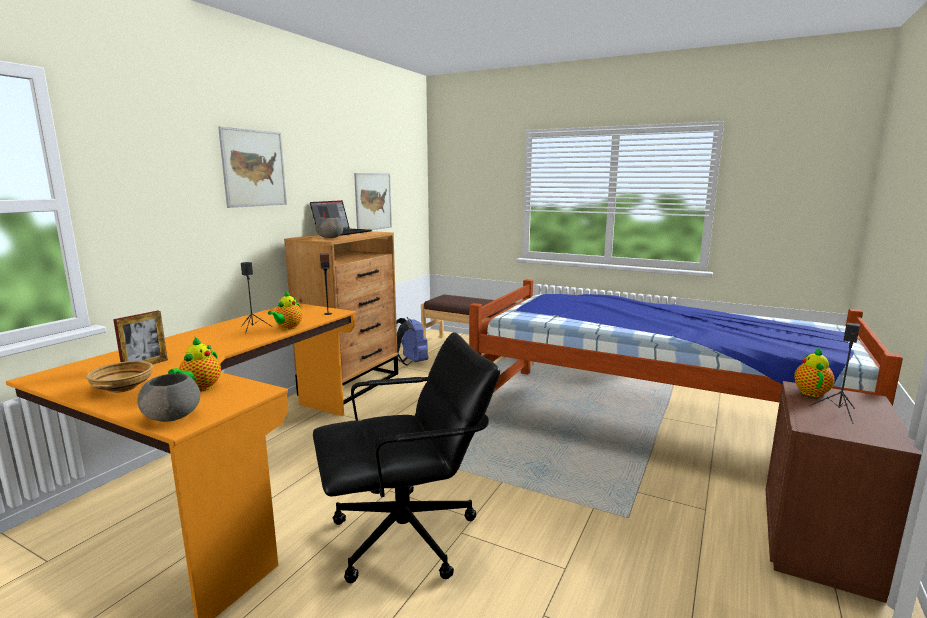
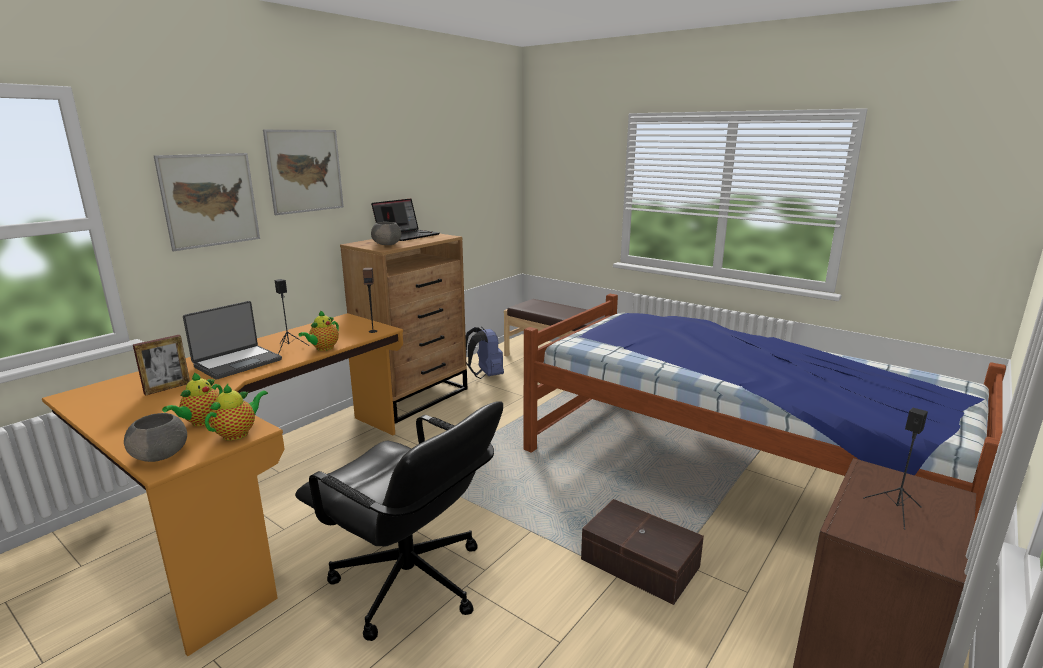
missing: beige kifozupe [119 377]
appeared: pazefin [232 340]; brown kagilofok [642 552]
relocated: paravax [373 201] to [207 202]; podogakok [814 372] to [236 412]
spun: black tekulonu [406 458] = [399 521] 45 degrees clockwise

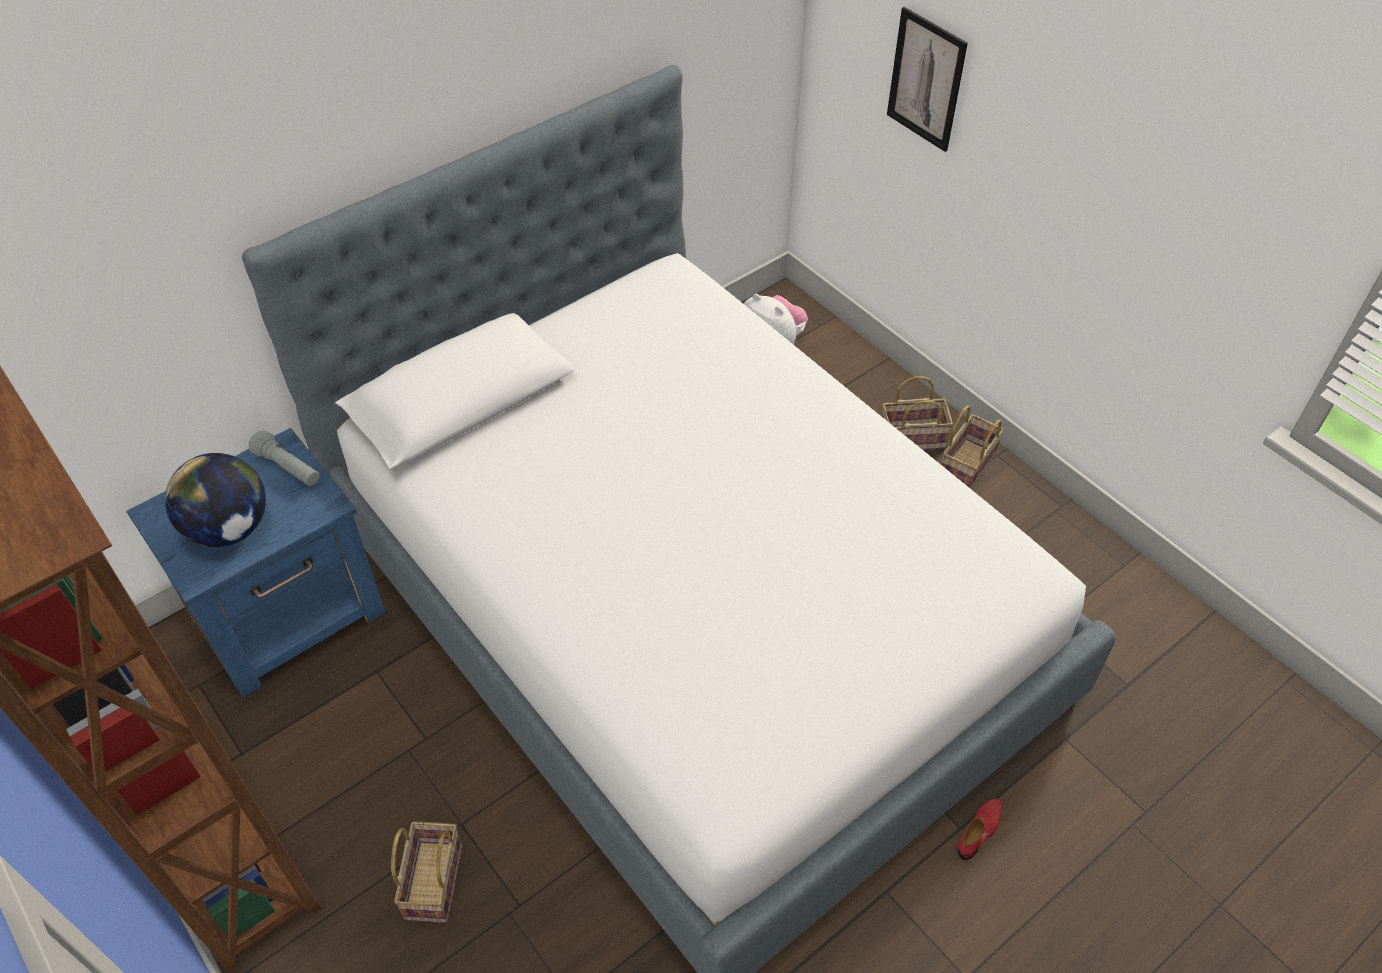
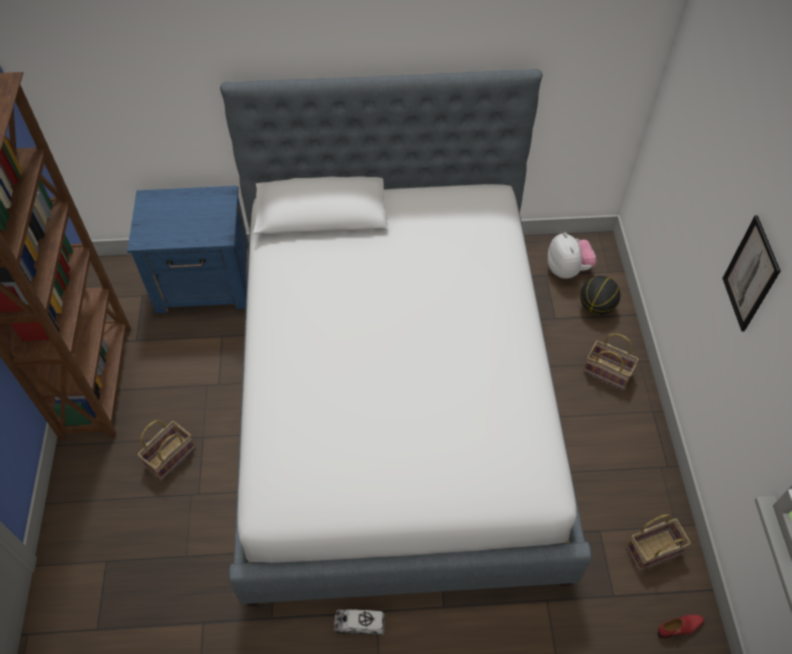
missing: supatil [215 500]; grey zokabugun [283 458]
appeared: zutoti [359 622]; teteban [600 295]
relocated: paravax [927 79] to [751 273]; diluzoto [972 447] to [658 542]; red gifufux [980 829] to [681 626]

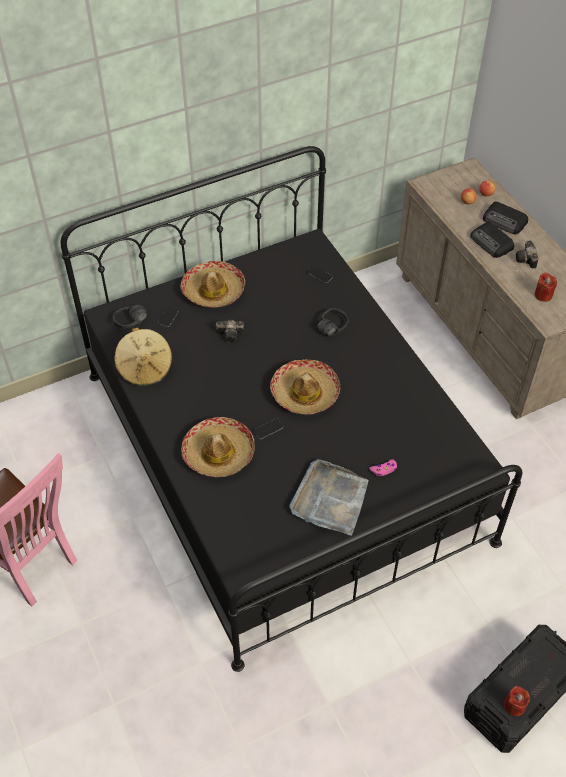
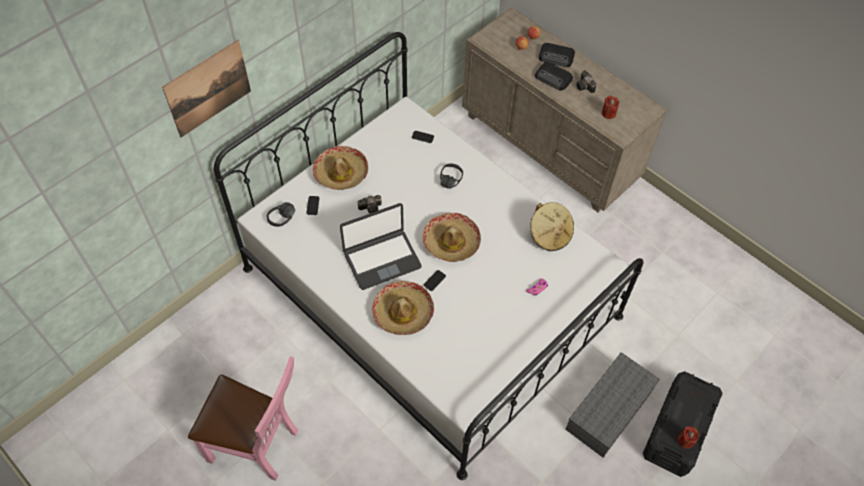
missing: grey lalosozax [329 497]
appeared: paravax [206 88]; pazefin [380 246]; grey kagilofok [612 404]
relocated: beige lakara [143 356] to [552 226]
colour: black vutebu [292 409] to white vutebu [428 256]

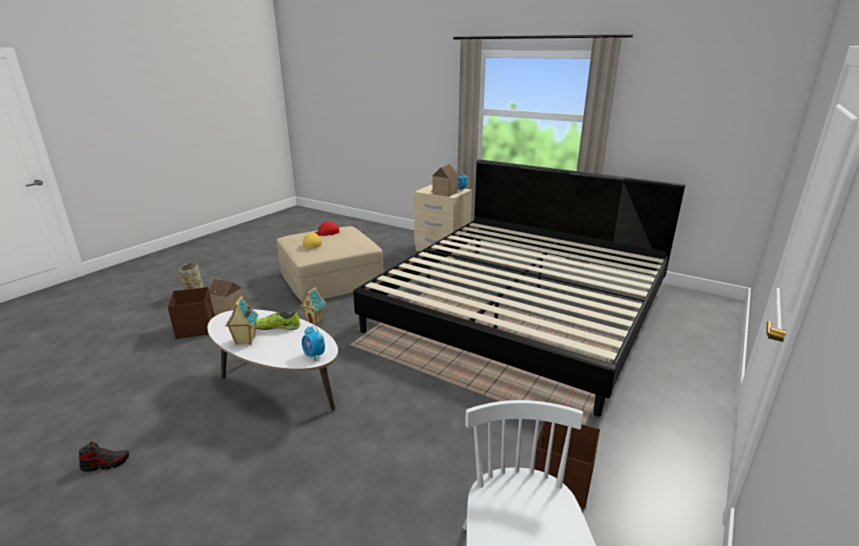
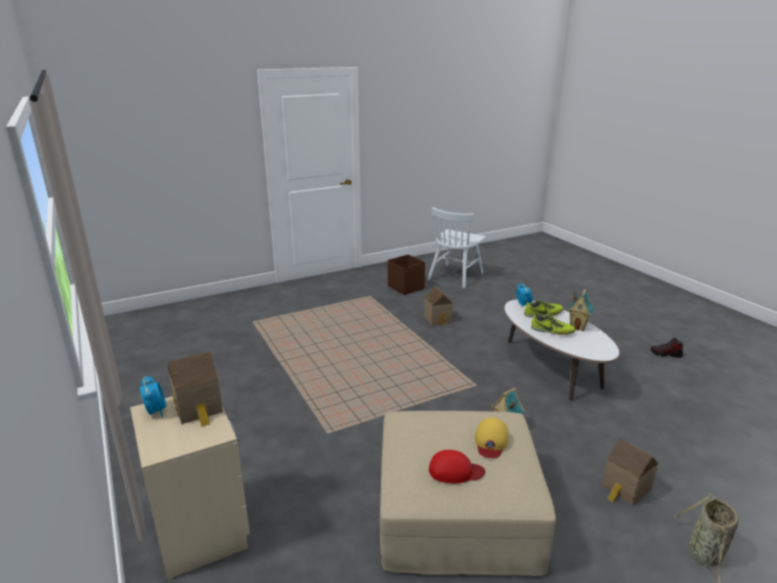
missing: brown kagilofok [190 313]; vutebu [519 288]
appeared: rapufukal [439 306]; gifufux [543 308]

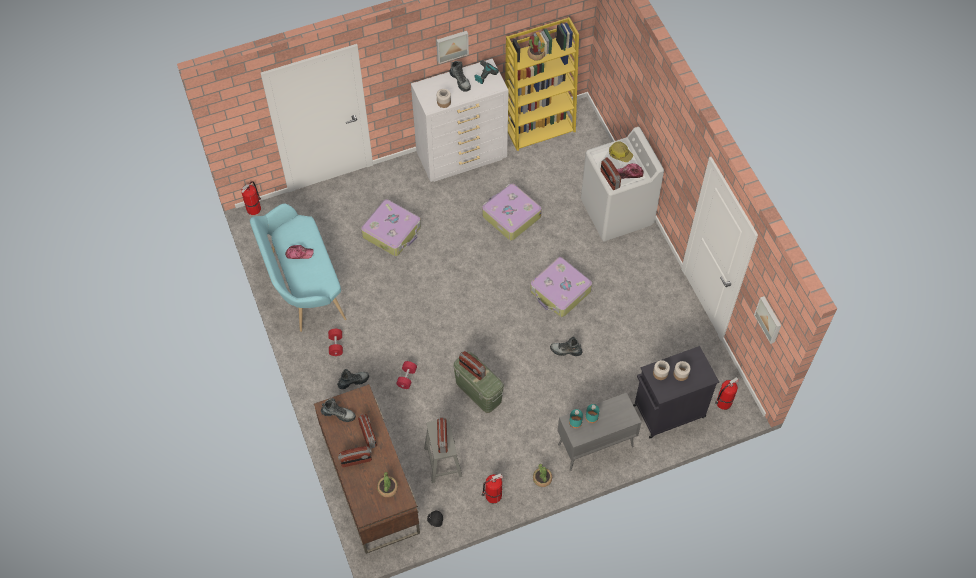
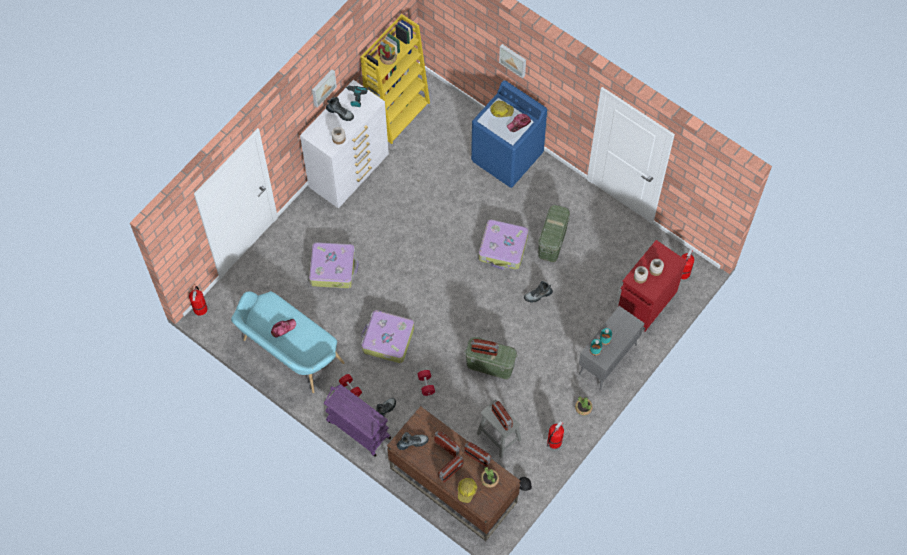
appeared: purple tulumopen [357 420]; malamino [467 490]; green kagilofok [554 233]
relocated: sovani [512 211] to [387 336]; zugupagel [610 173] to [477 454]; paravax [767 320] to [512 61]
colour: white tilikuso [622 184] to blue tilikuso [509 134]; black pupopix [676 392] to red pupopix [652 286]

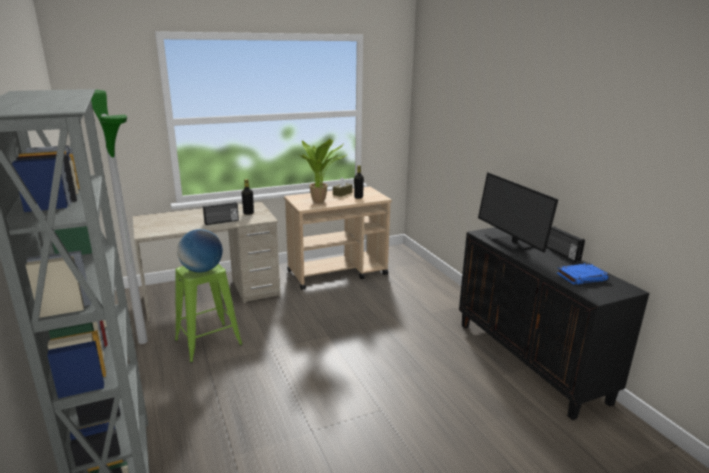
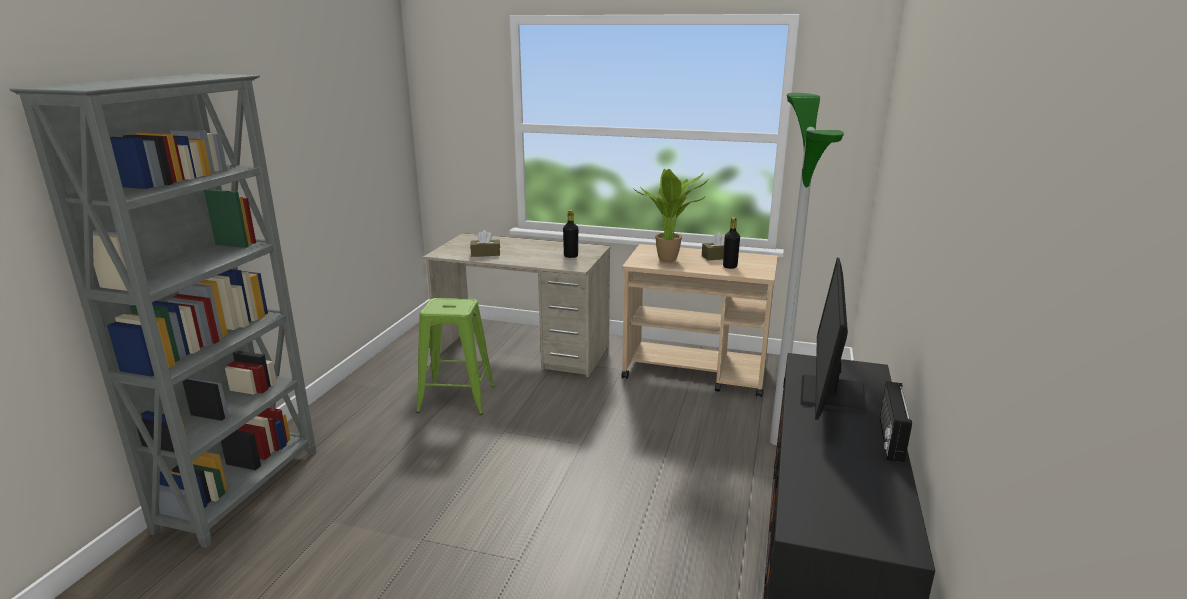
missing: supatil [200 251]; zugupagel [221 213]; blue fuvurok [583 274]
appeared: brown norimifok [485 243]
relocated: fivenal [119 217] to [807 269]

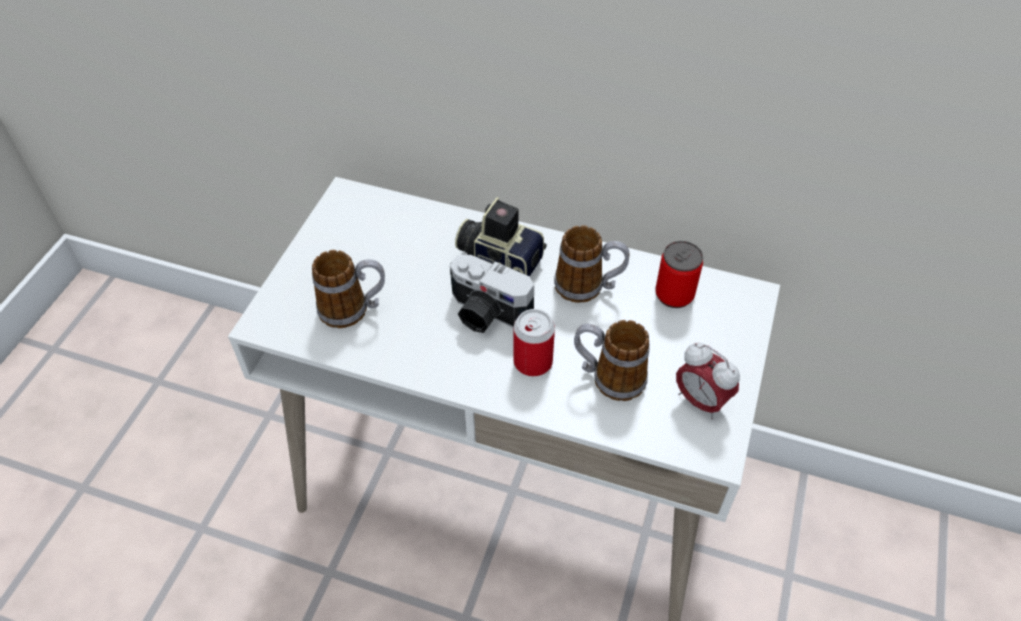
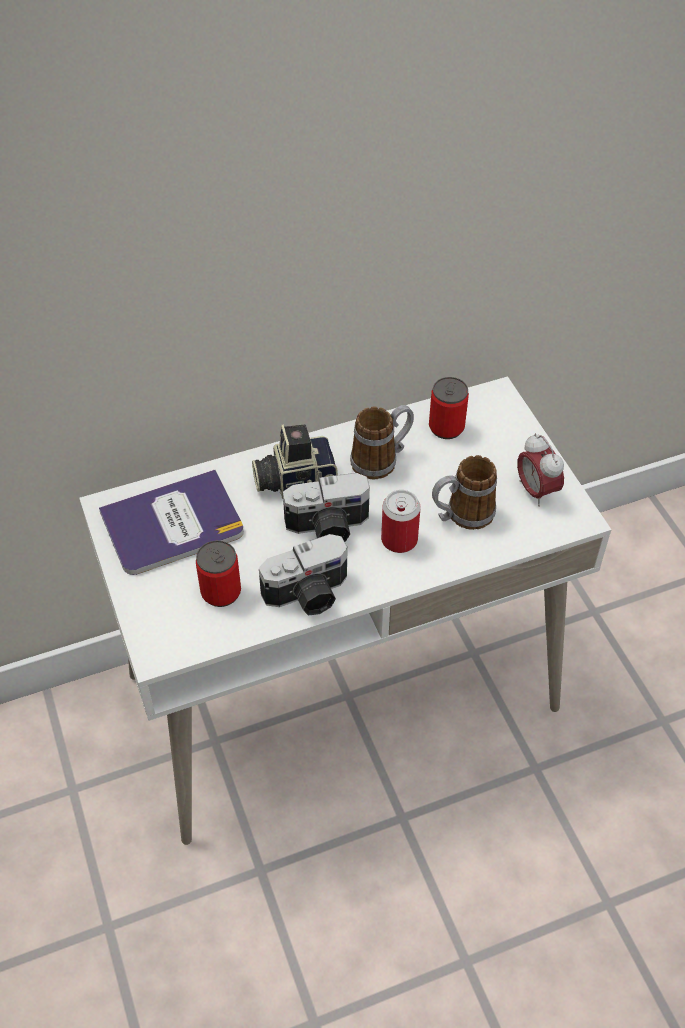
appeared: fuvurok [171 522]; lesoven [303 574]
exchanged: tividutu [348 289] to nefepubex [218 573]
spun: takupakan [708 381] = [540 470] 60 degrees clockwise

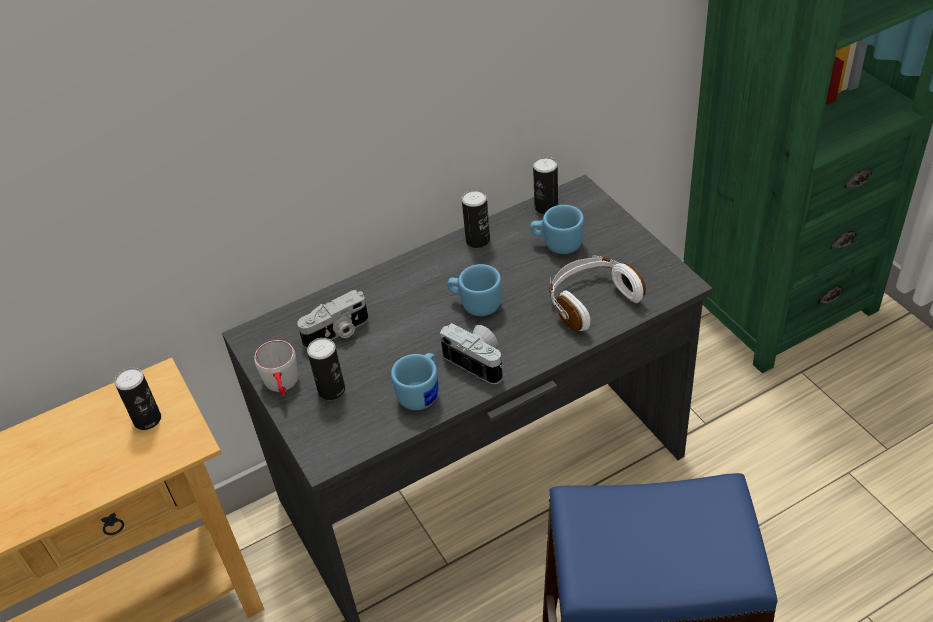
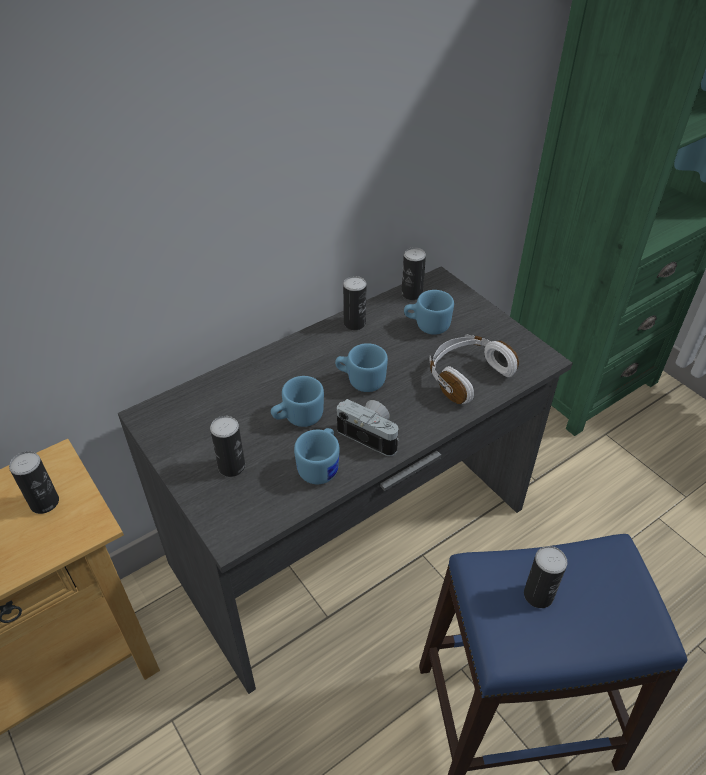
missing: grey tividutu [276 368]; lesoven [332 319]
appeared: blue tividutu [297 401]; nefepubex [546 577]

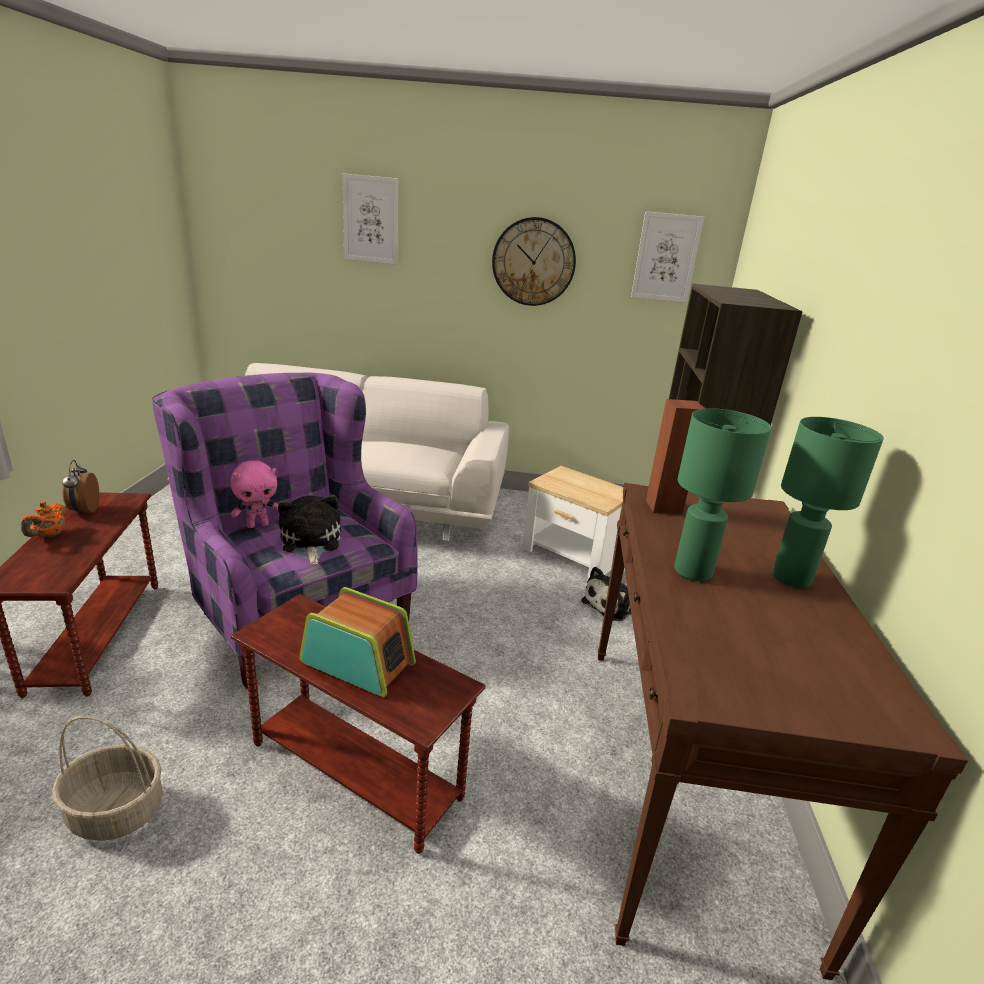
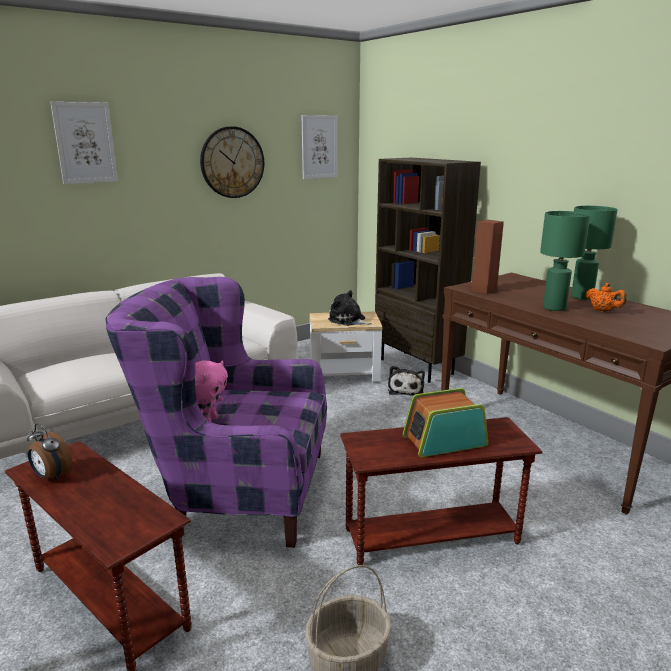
relocated: orange podogakok [43 520] to [606 297]; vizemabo [309 530] to [350 308]

